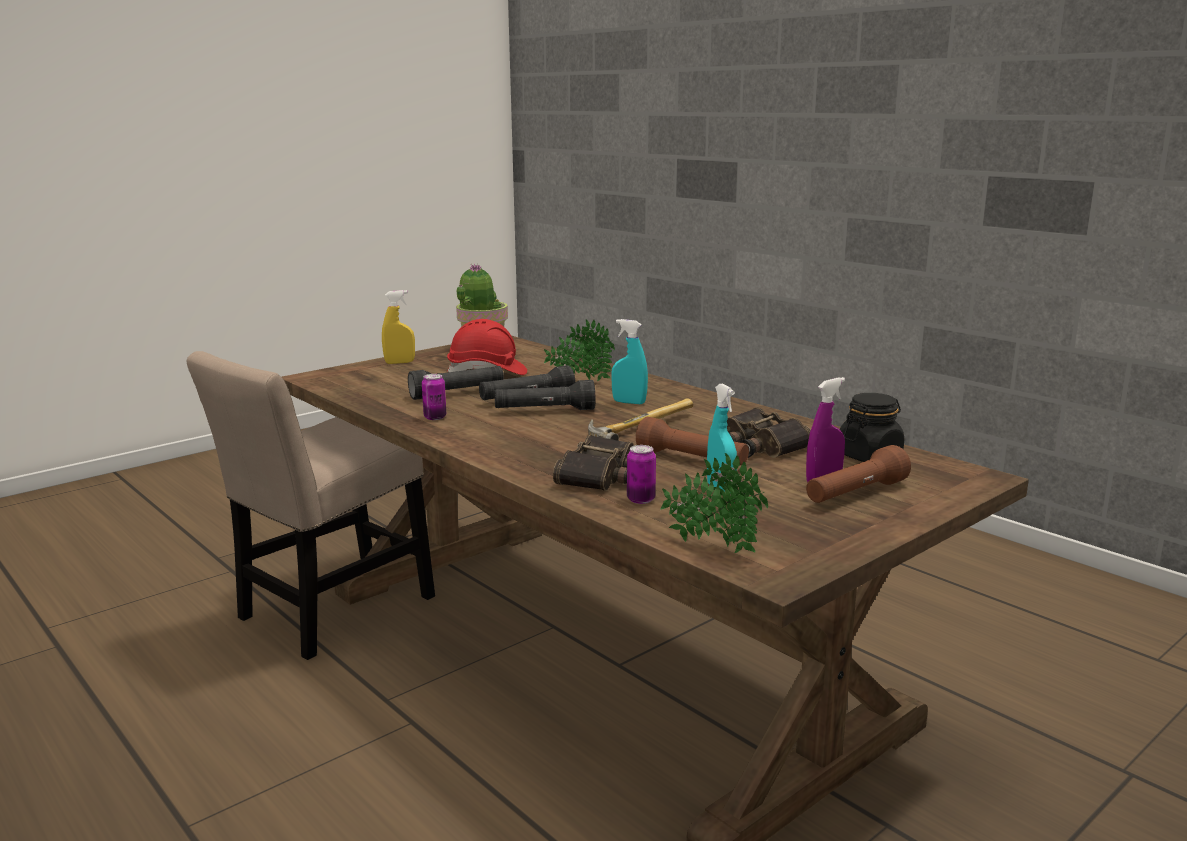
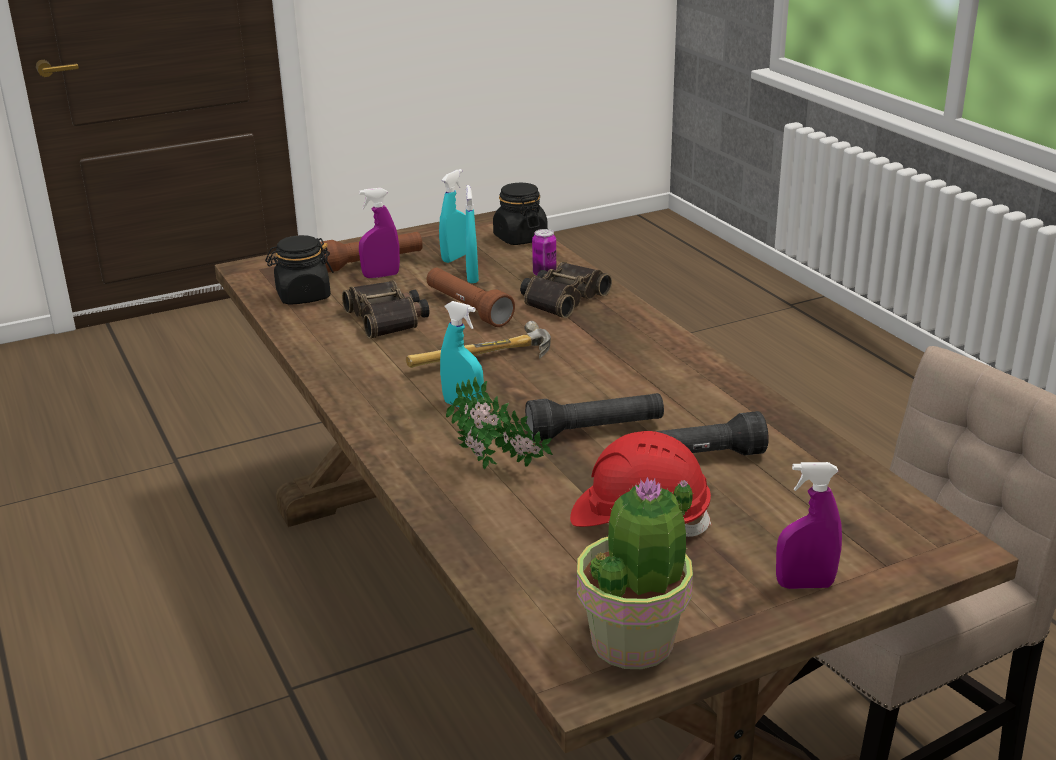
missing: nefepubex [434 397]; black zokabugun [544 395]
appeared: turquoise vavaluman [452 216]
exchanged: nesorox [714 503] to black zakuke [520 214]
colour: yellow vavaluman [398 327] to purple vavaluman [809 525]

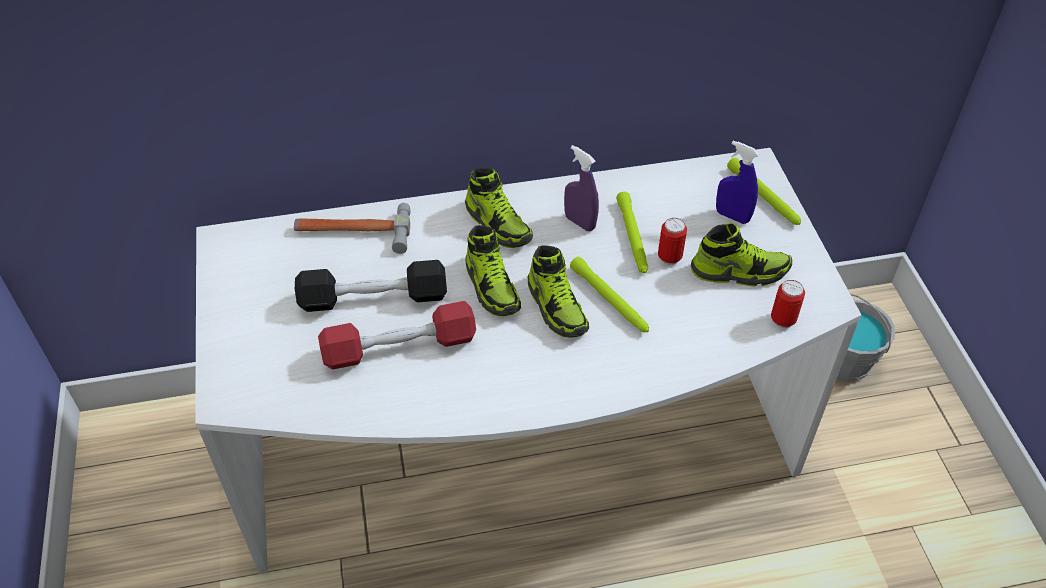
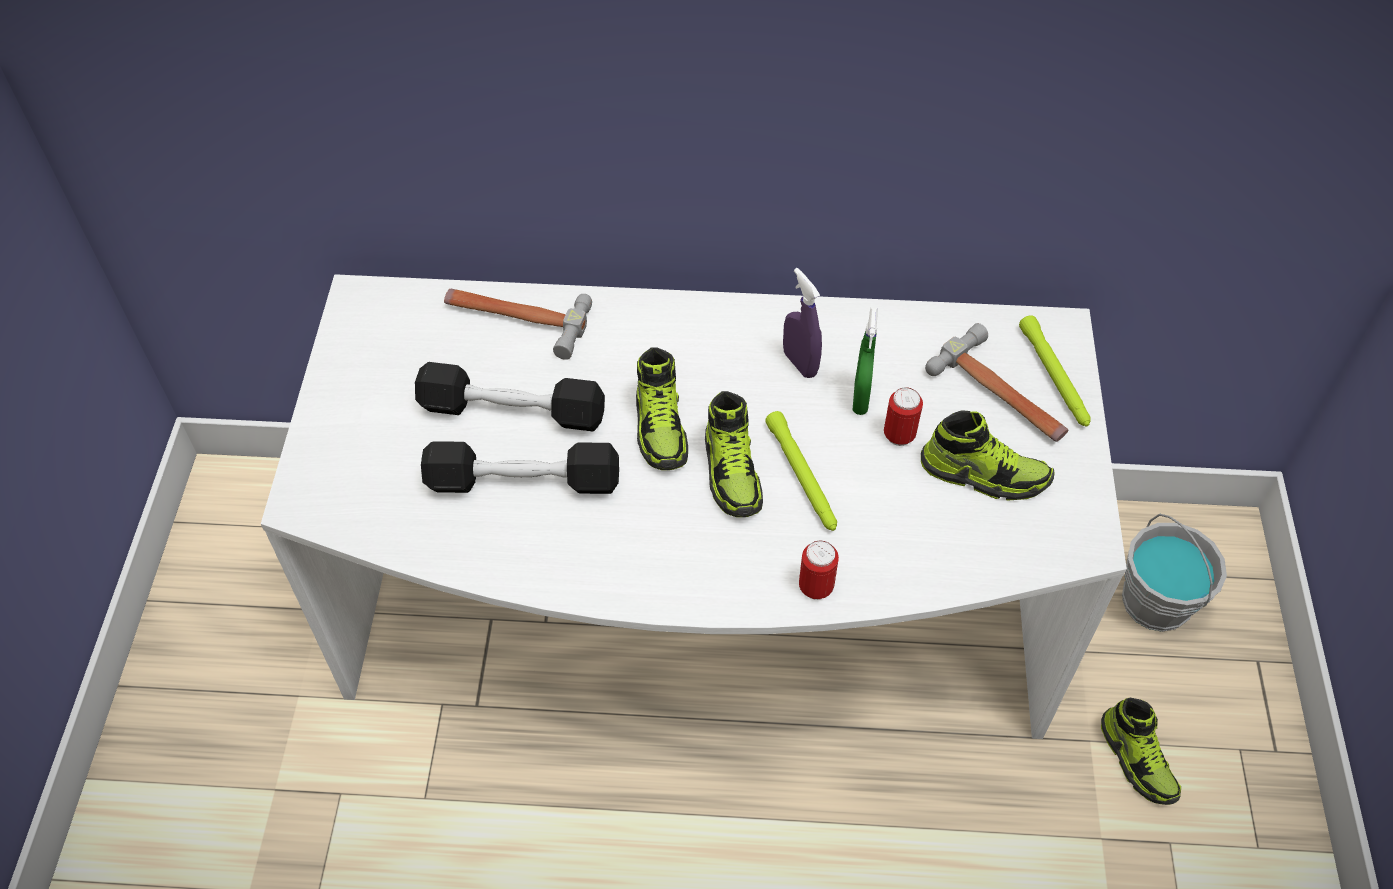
relocated: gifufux [499 208] to [1141 751]; nefepubex [788 304] to [819 570]
exchanged: green zokabugun [632 232] to green vavaluman [865 361]; blue vavaluman [738 182] to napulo [996 382]
colour: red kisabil [397 335] to black kisabil [520 467]

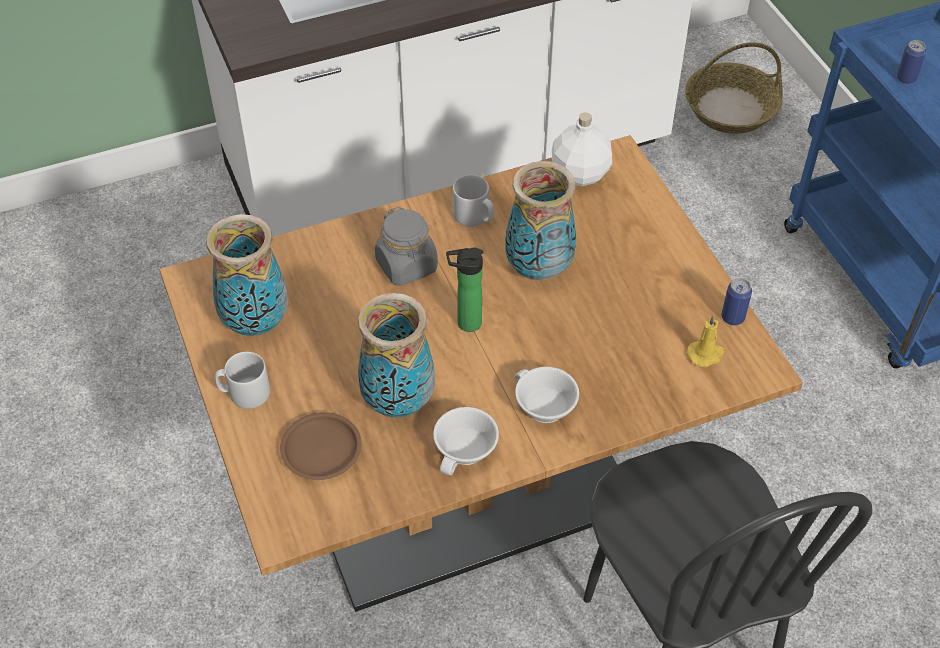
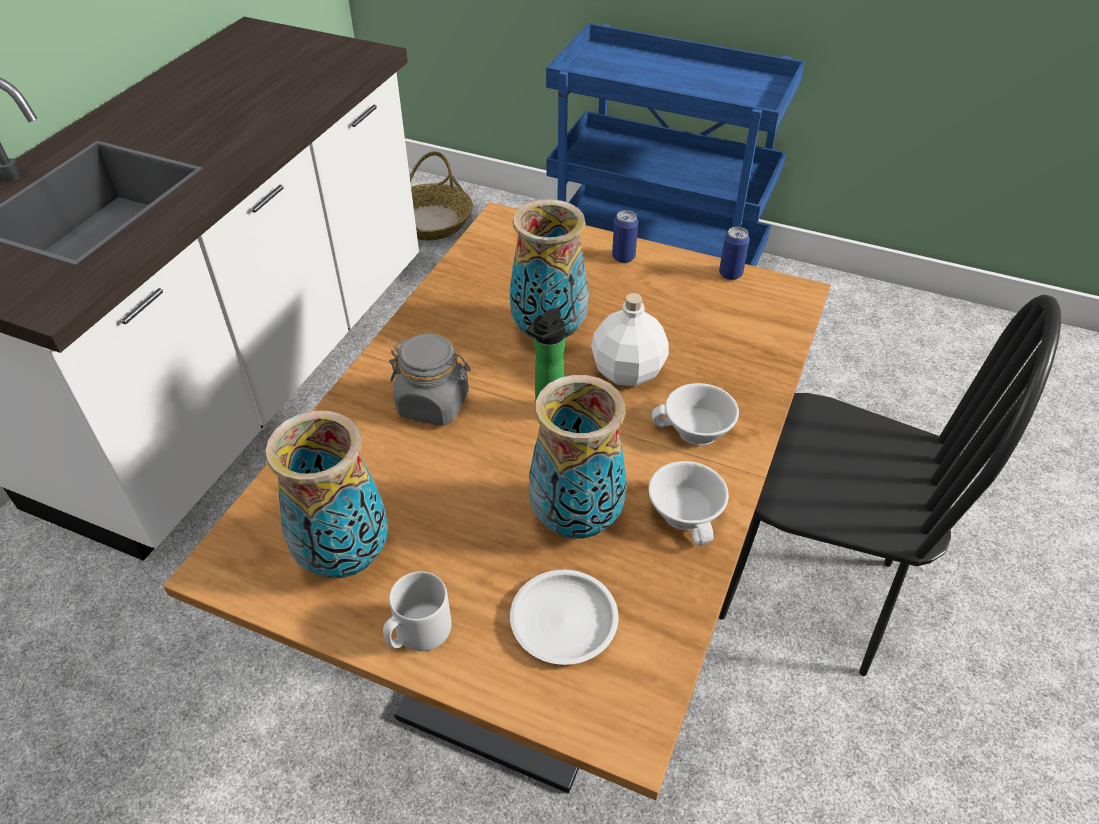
missing: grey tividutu [473 201]; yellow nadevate [705 341]
relocated: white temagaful [582 149] to [630 339]; nefepubex [911 62] to [625 236]
colour: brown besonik [321 446] to white besonik [564 617]

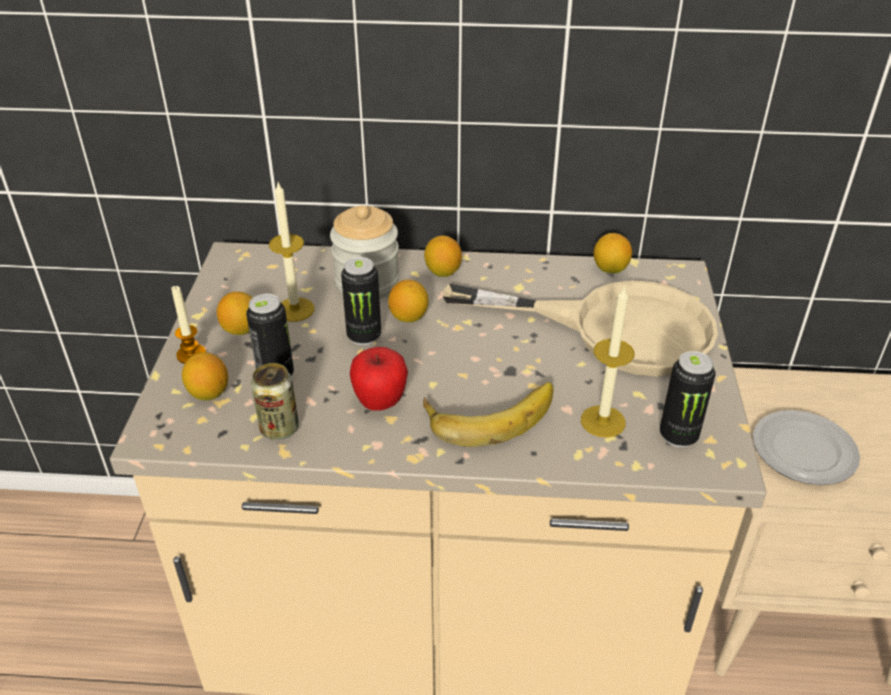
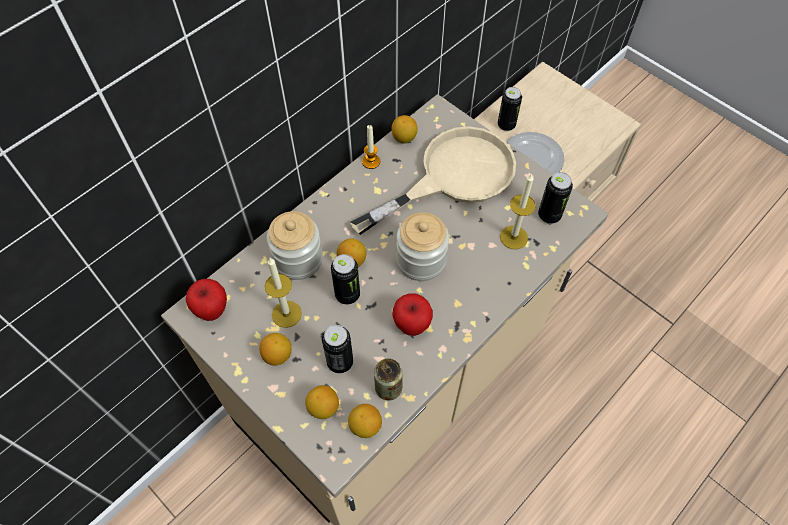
missing: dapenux [488 414]
appeared: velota [206 300]; zakuke [422 246]; nefepubex [510 109]
relocated: nadevate [188 324] to [371 147]; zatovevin [443 256] to [365 421]

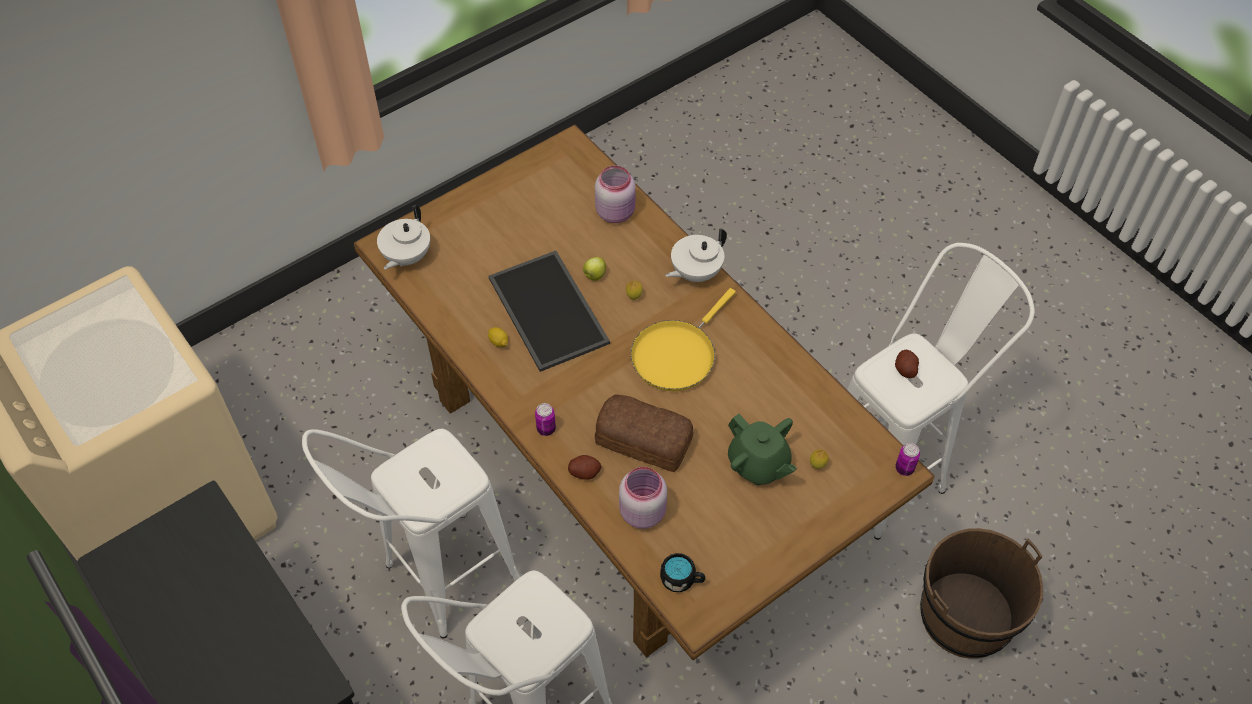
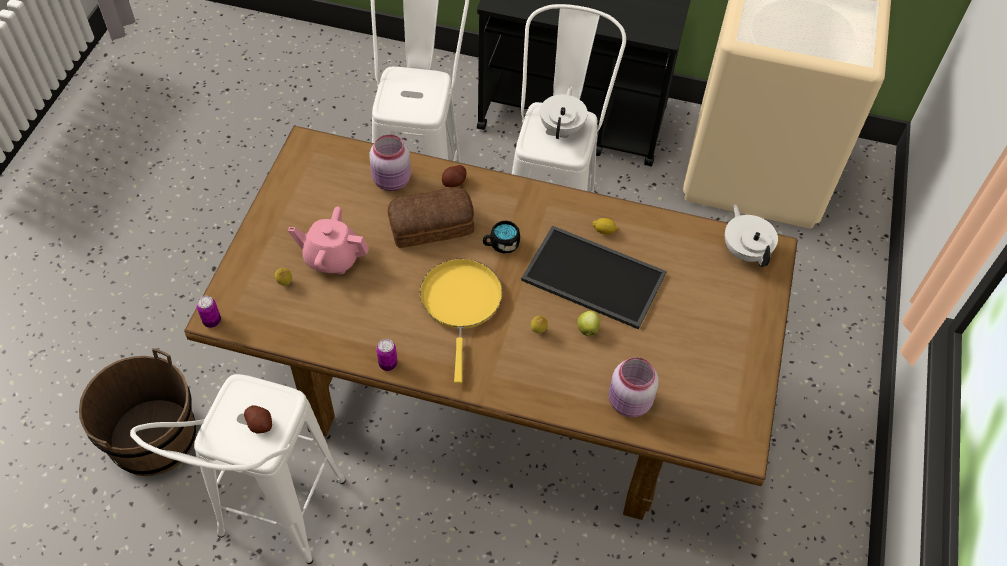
relocated: nefepubex [545 419] to [387 355]; black tividutu [682 572] to [501 237]; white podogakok [696 255] to [564 112]
colour: green podogakok [762 449] to pink podogakok [328 240]

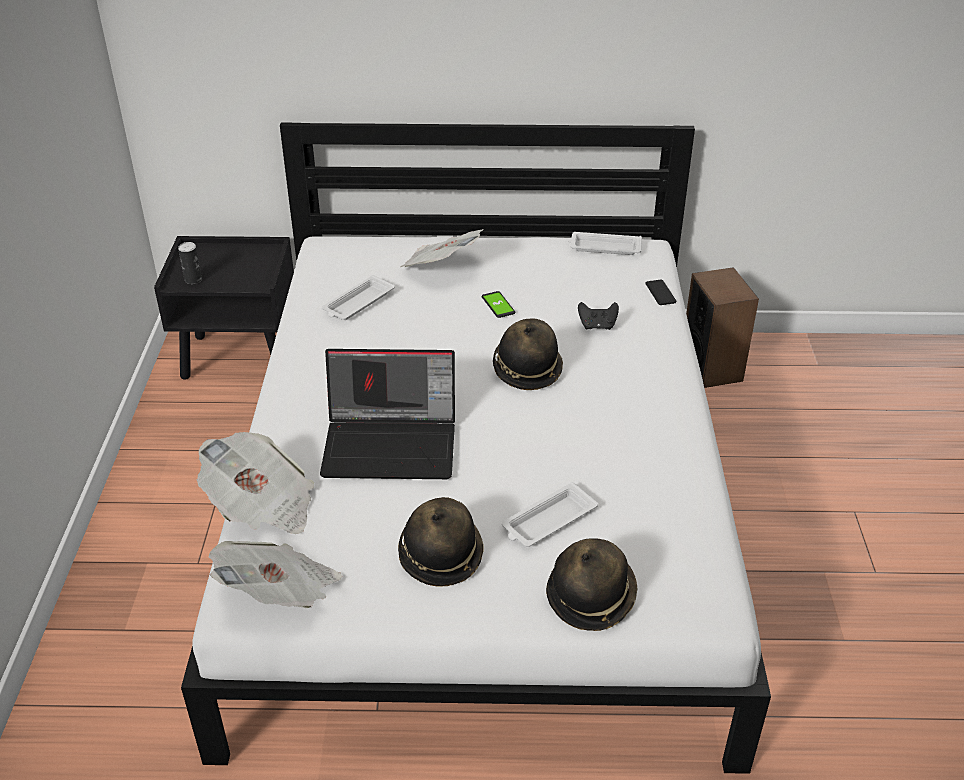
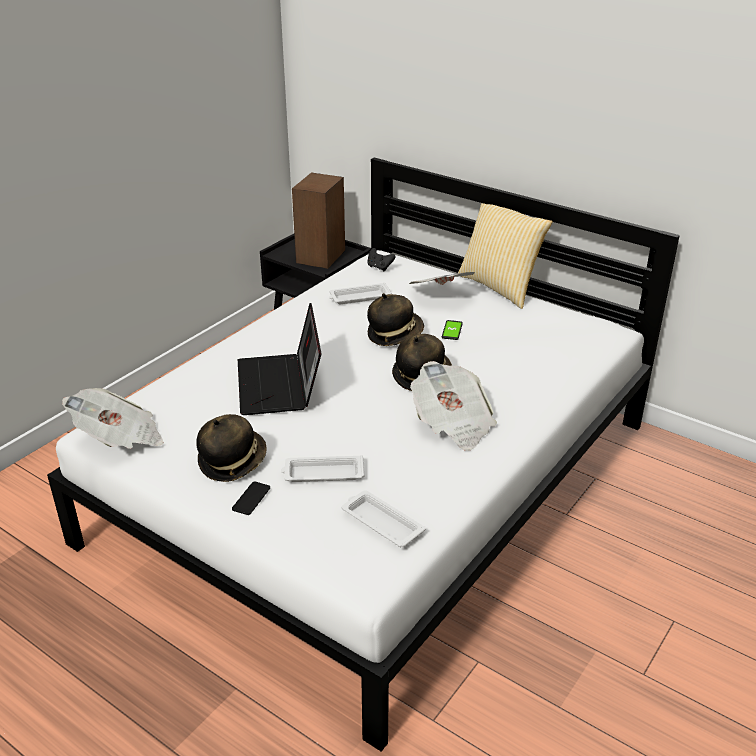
missing: nefepubex [190 263]
appeared: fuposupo [505 256]
relocated: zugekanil [255 483] to [453 406]; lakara [591 584] to [395 319]; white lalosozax [605 243] to [383 519]; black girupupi [598 316] to [381 259]; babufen [661 292] to [251 498]; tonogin [722 327] to [318 221]
spun: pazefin [387 414] = [279 359] 45 degrees clockwise

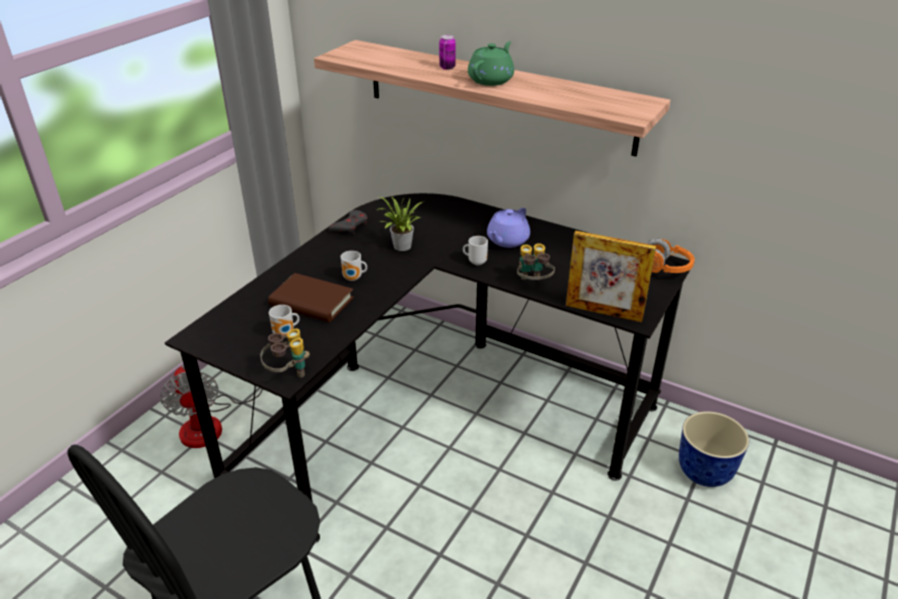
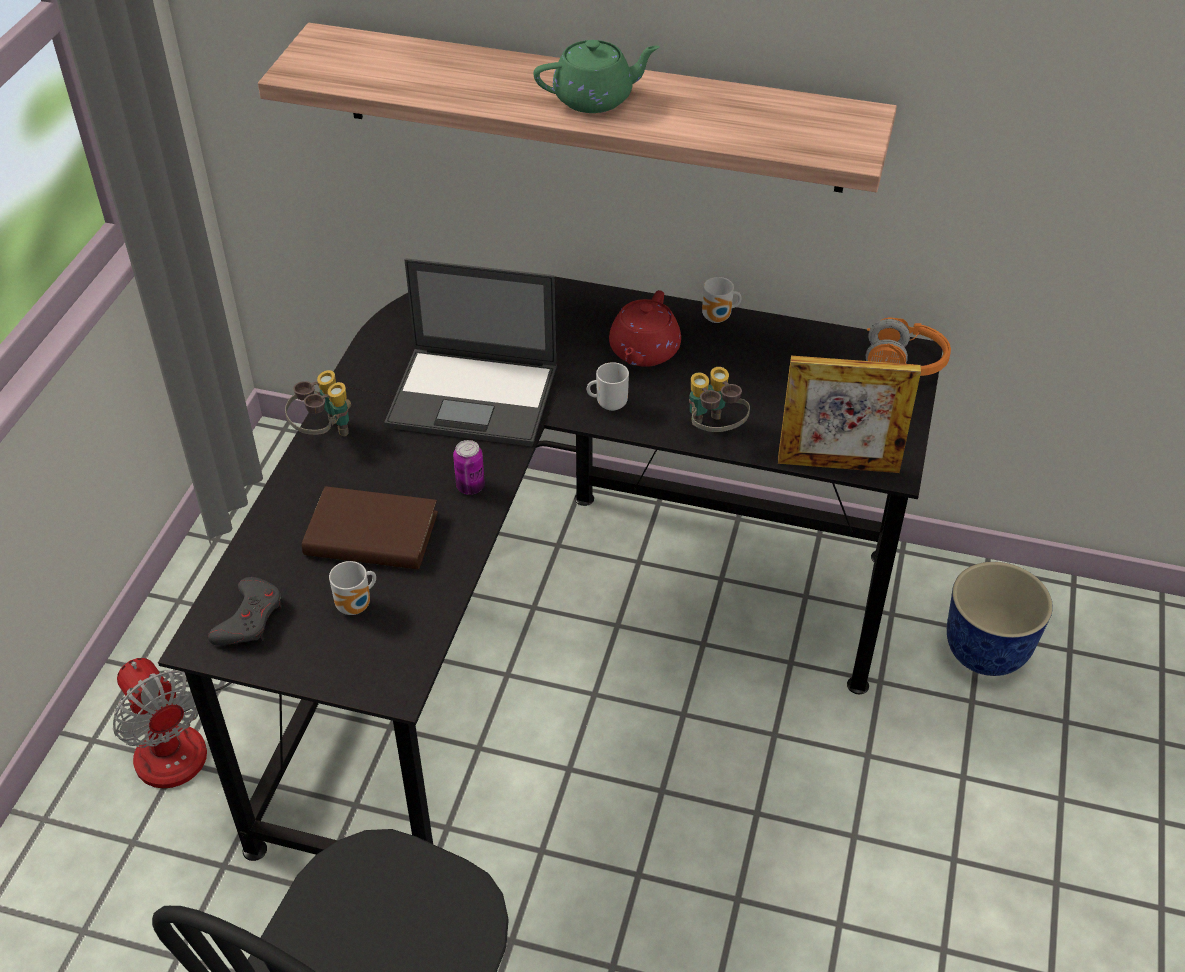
relocated: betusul [285 353] to [318 403]; grey girupupi [348 222] to [245 611]; tividutu [354 266] to [721 300]; nefepubex [447 52] to [469 467]
exchanged: nesorox [400 223] to pazefin [470 353]
colour: purple podogakok [508 228] to red podogakok [645 328]
spun: green podogakok [491 64] = [596 76] 60 degrees clockwise

